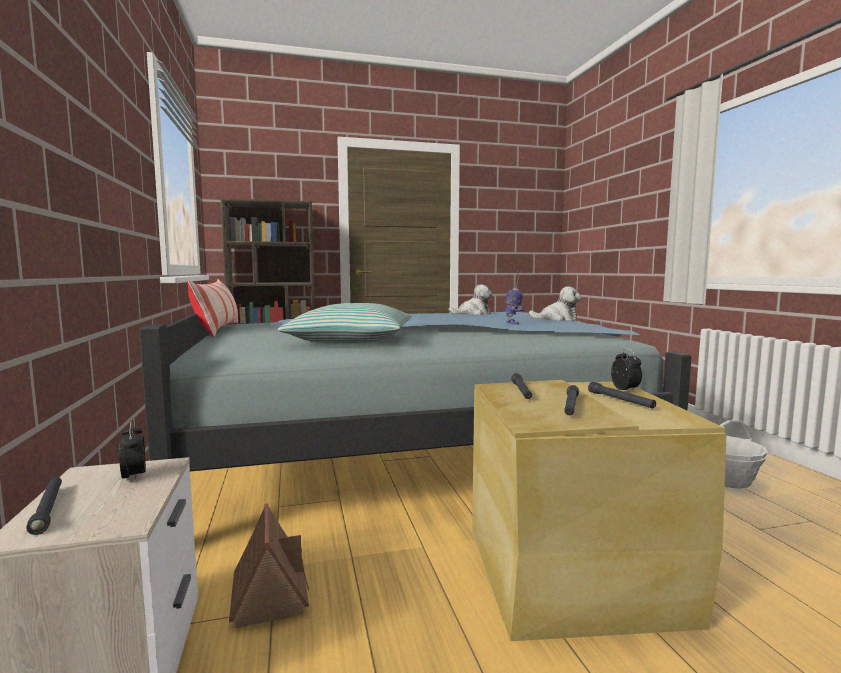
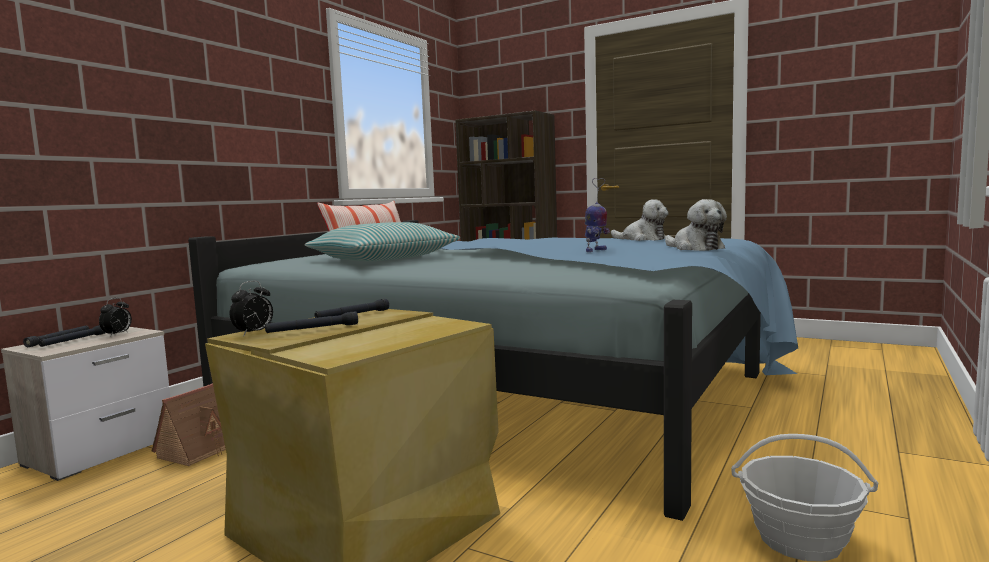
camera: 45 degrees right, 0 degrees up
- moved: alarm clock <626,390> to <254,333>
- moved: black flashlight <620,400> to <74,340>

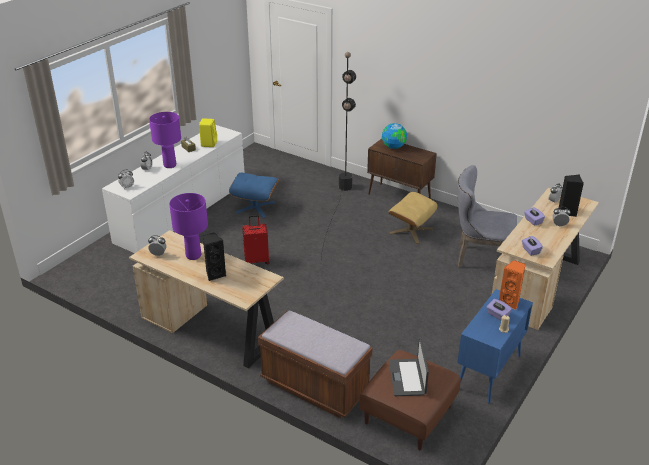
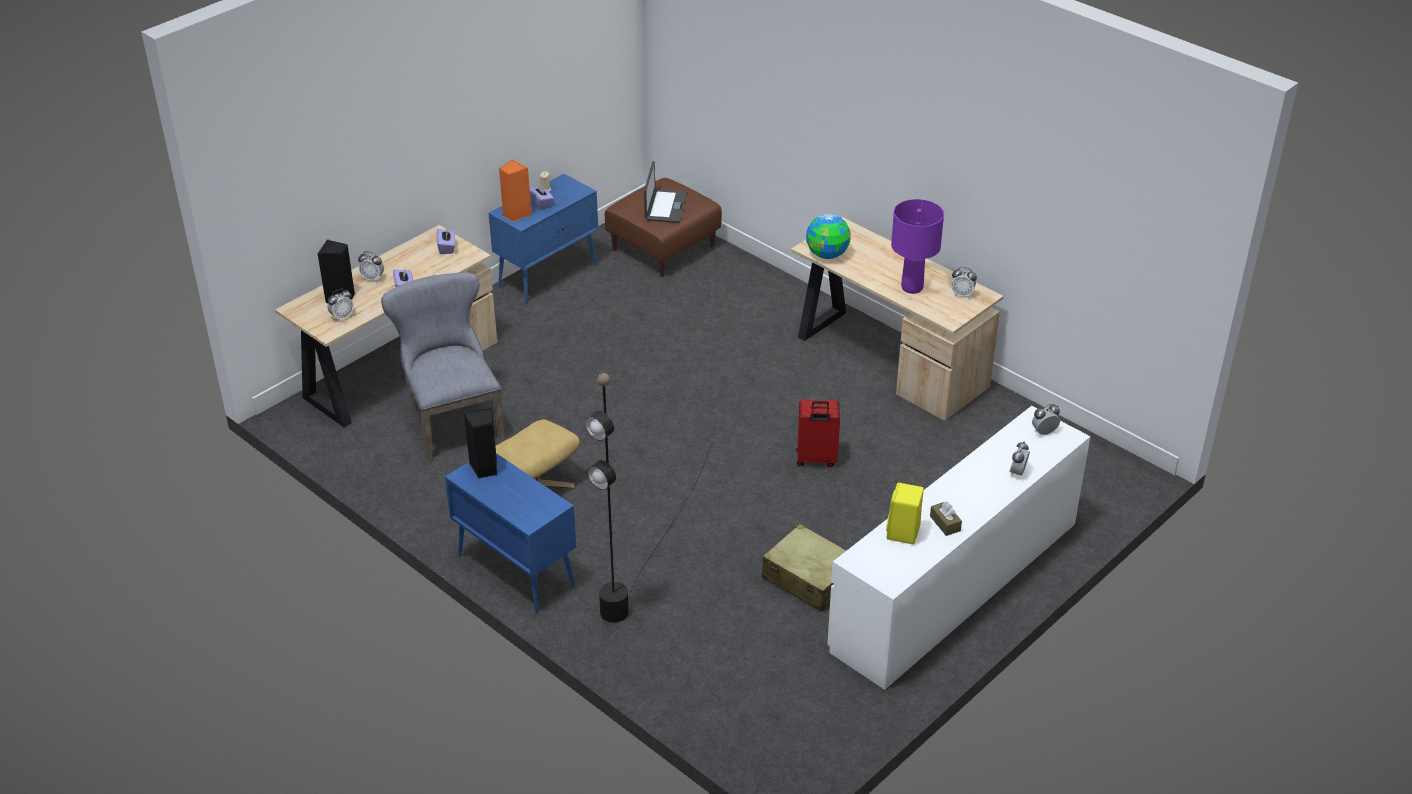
camera: 170 degrees left, 5 degrees up
- removed: purple table lamp <170,165>
- moved: globe <393,147> to <827,254>
- recoloured: brown cabinet <399,197> to blue cabinet <515,570>
- turned: grey chair <480,258> = <452,421> 135 degrees counterclockwise
- replaced: blue ottoman <255,207> to beige suitcase <809,578>
- moved: black speaker <215,274> to <484,468>
- removed: brown bench <314,387>

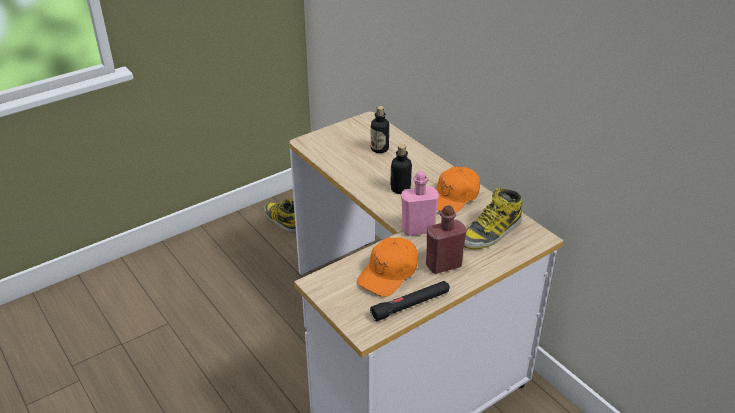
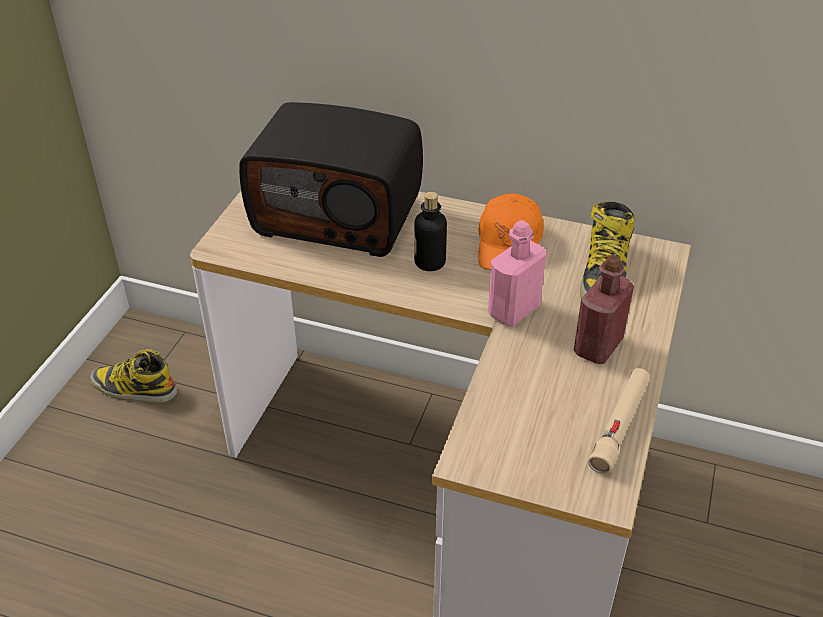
camera: 35 degrees left, 5 degrees up
- replaced: bottle <379,149> to radio <339,214>
- removed: orange cap <389,273>
- recoloured: black flashlight <411,305> to beige flashlight <620,425>

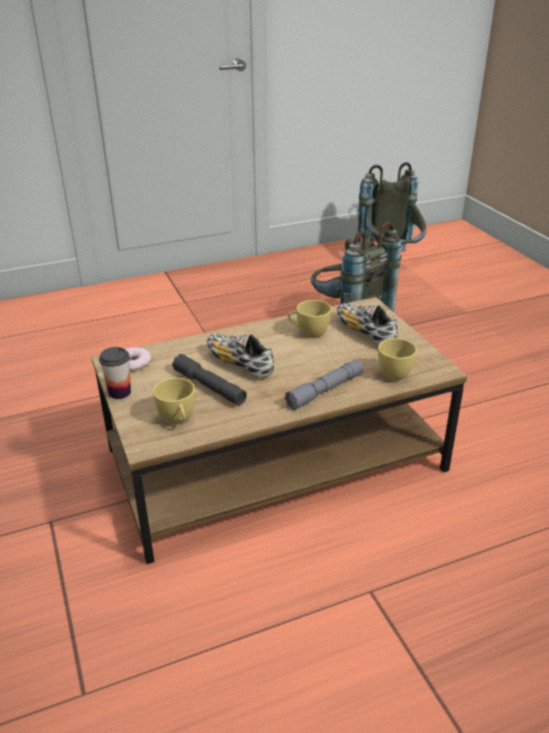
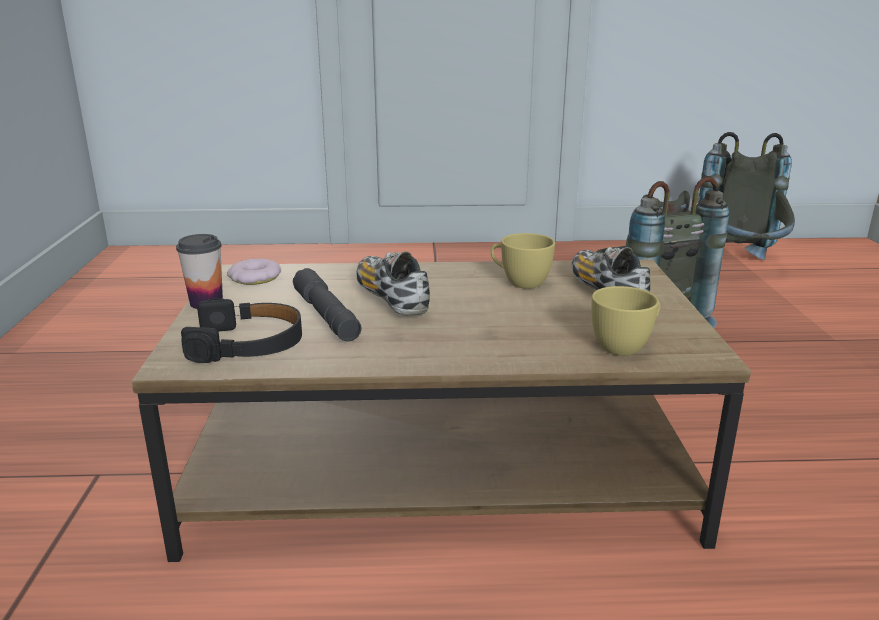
camera: 20 degrees right, 10 degrees down
- removed: grey flashlight <325,390>
- replaced: yellow cup <178,420> to black headphones <248,344>

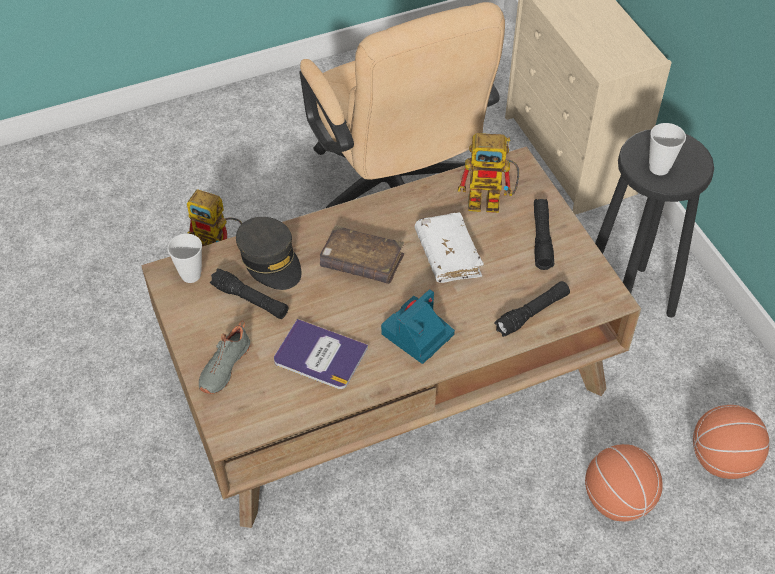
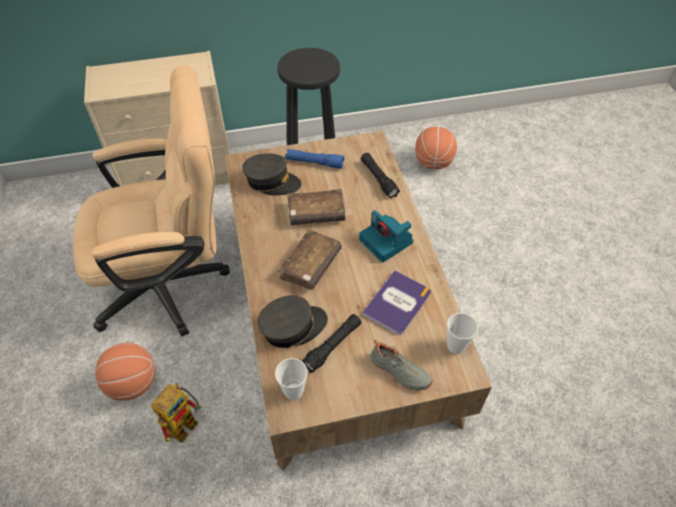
camera: 80 degrees left, 0 degrees up
- moved: cup <659,168> to <456,346>
- replaced: toy robot <491,201> to grey cap <272,181>
- recoloured: black flashlight <541,238> to blue flashlight <314,163>
- recoloured: white book <447,255> to brown book <316,213>
- moved: basketball <617,499> to <132,383>

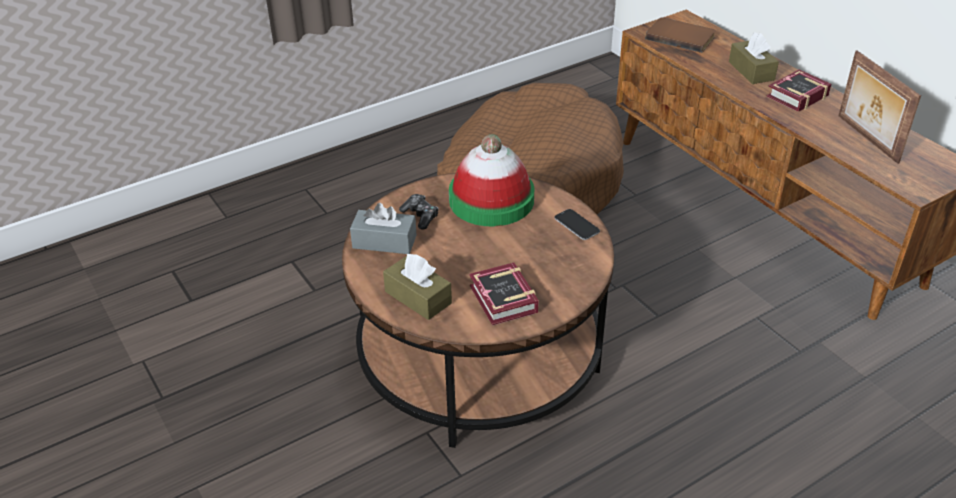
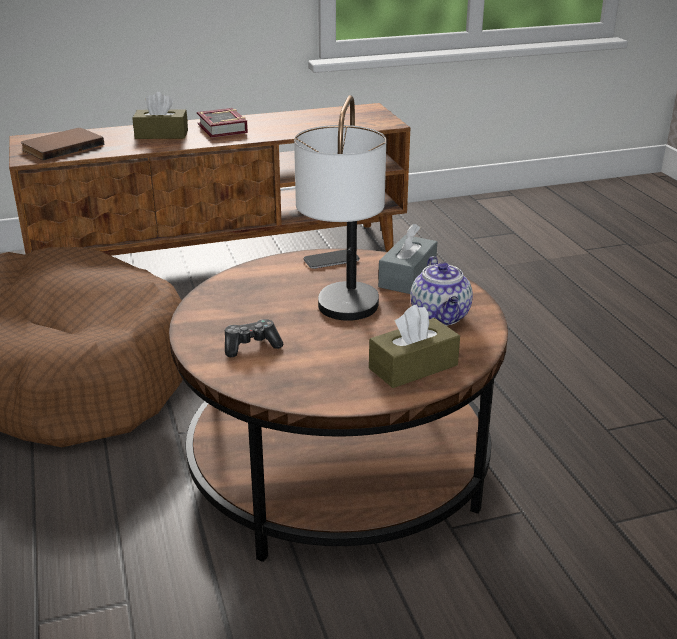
camera: 75 degrees left, 10 degrees down
- removed: picture frame <866,139>
- removed: hat <491,200>
- moved: grey tissue box <384,242> to <407,277>
- replaced: book <503,301> to teapot <441,317>
- added: table lamp <343,320>

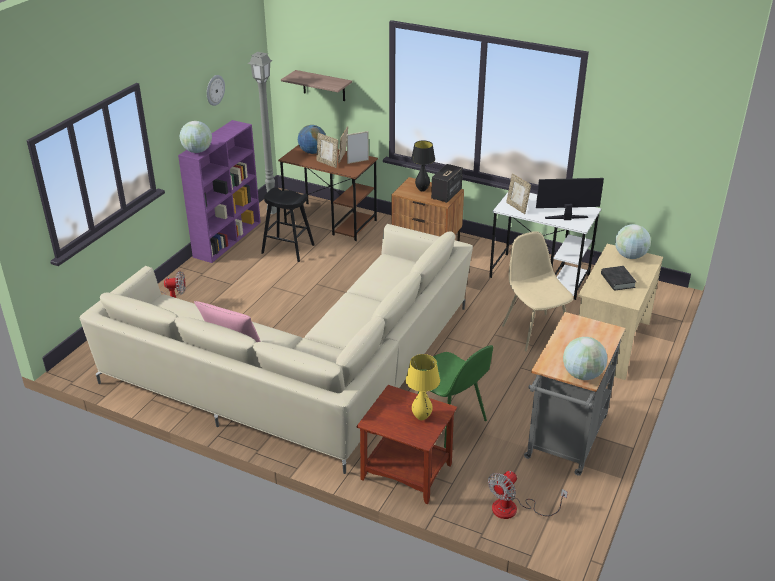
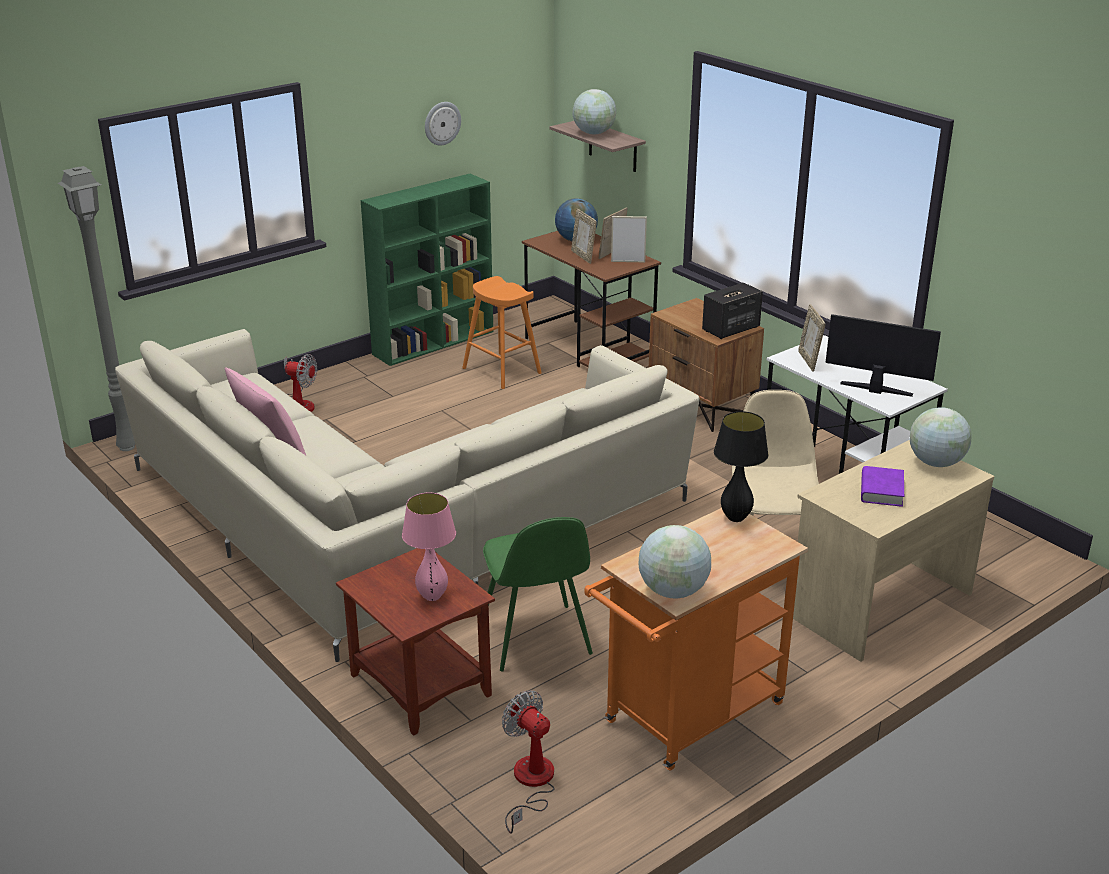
camera: 25 degrees right, 5 degrees down
- moved: grey floor lamp <271,212> to <125,447>
- recoloured: purple bookcase <228,239> to green bookcase <434,342>
- moved: globe <197,151> to <594,133>
- moved: black table lamp <422,190> to <736,518>
- recoloured: black stool <288,249> to orange stool <502,371>
- recoloured: black book <617,281> to purple book <881,491>
- recoloured: grey cart <564,442> to orange cart <686,719>
- recoloured: yellow table lamp <421,417> to pink table lamp <432,596>
- turned: fan <514,509> = <530,783> 75 degrees clockwise

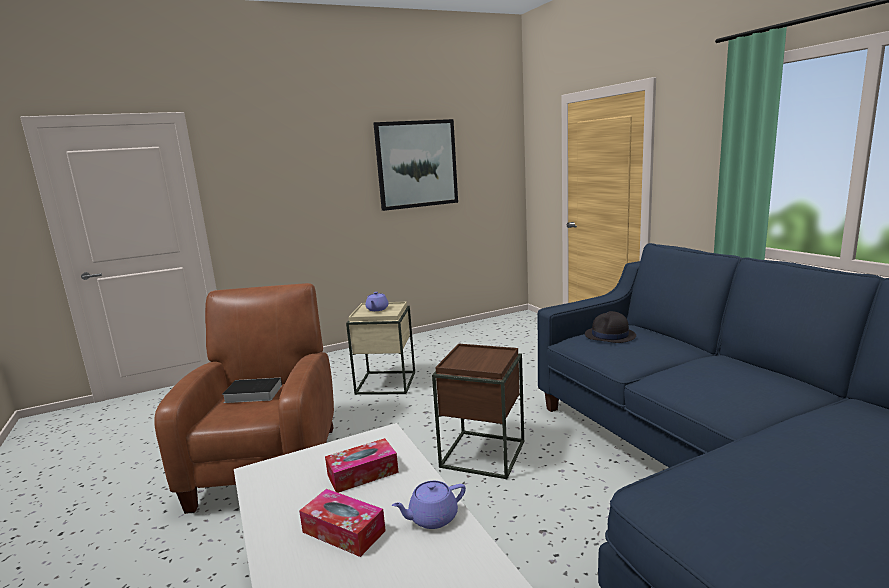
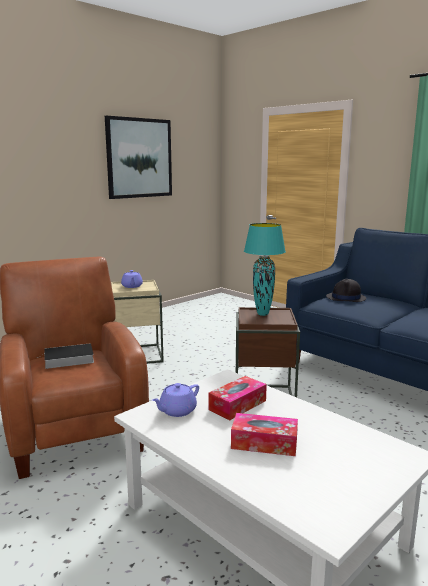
camera: 20 degrees left, 0 degrees up
- moved: purple teapot <432,518> to <177,411>
- added: turquoise table lamp <263,314>

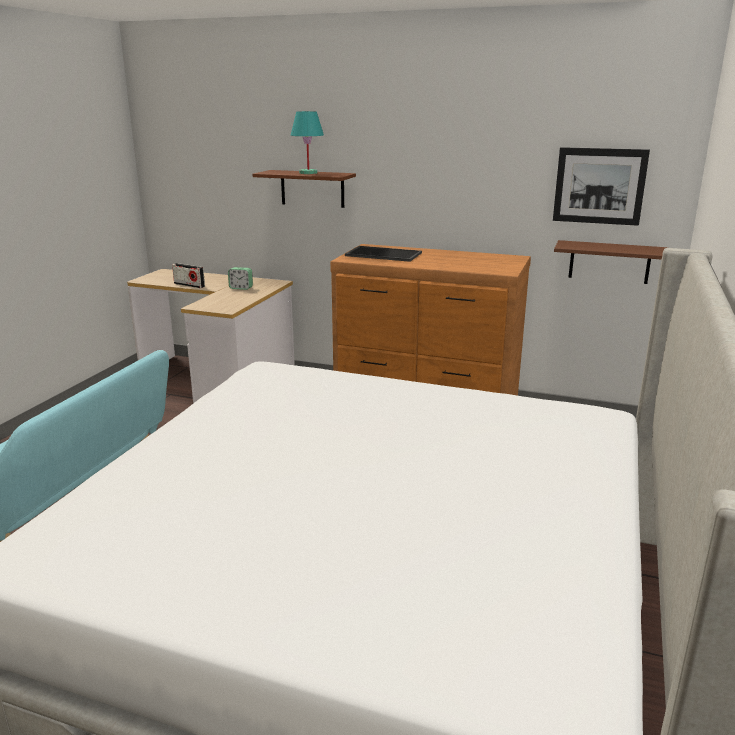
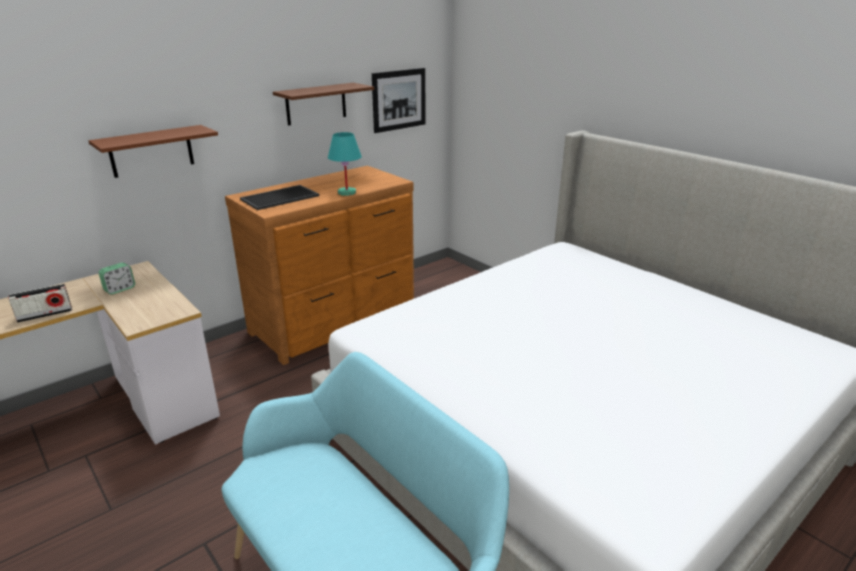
camera: 60 degrees left, 5 degrees up
- moved: turquoise table lamp <308,173> to <347,193>
- moved: brown shelf <609,262> to <316,104>

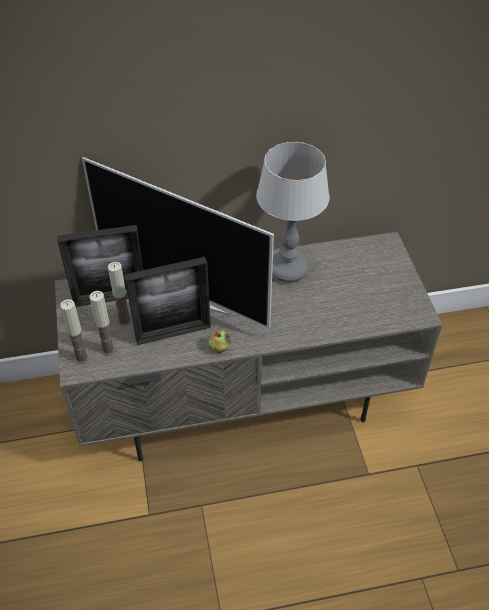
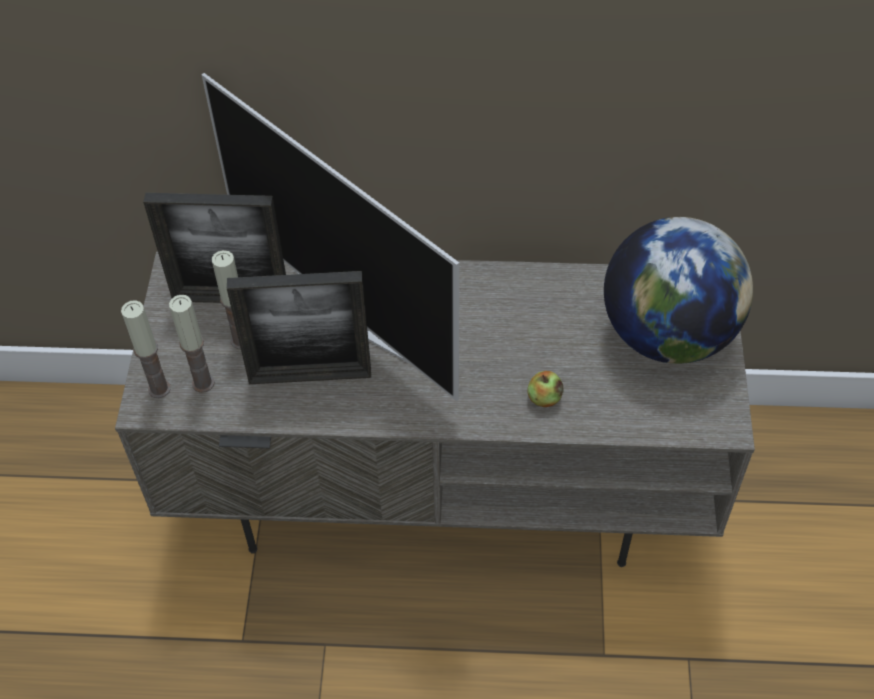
camera: 15 degrees right, 5 degrees up
- removed: table lamp <288,270>
- moved: apple <219,347> to <544,398>
- added: globe <667,334>

